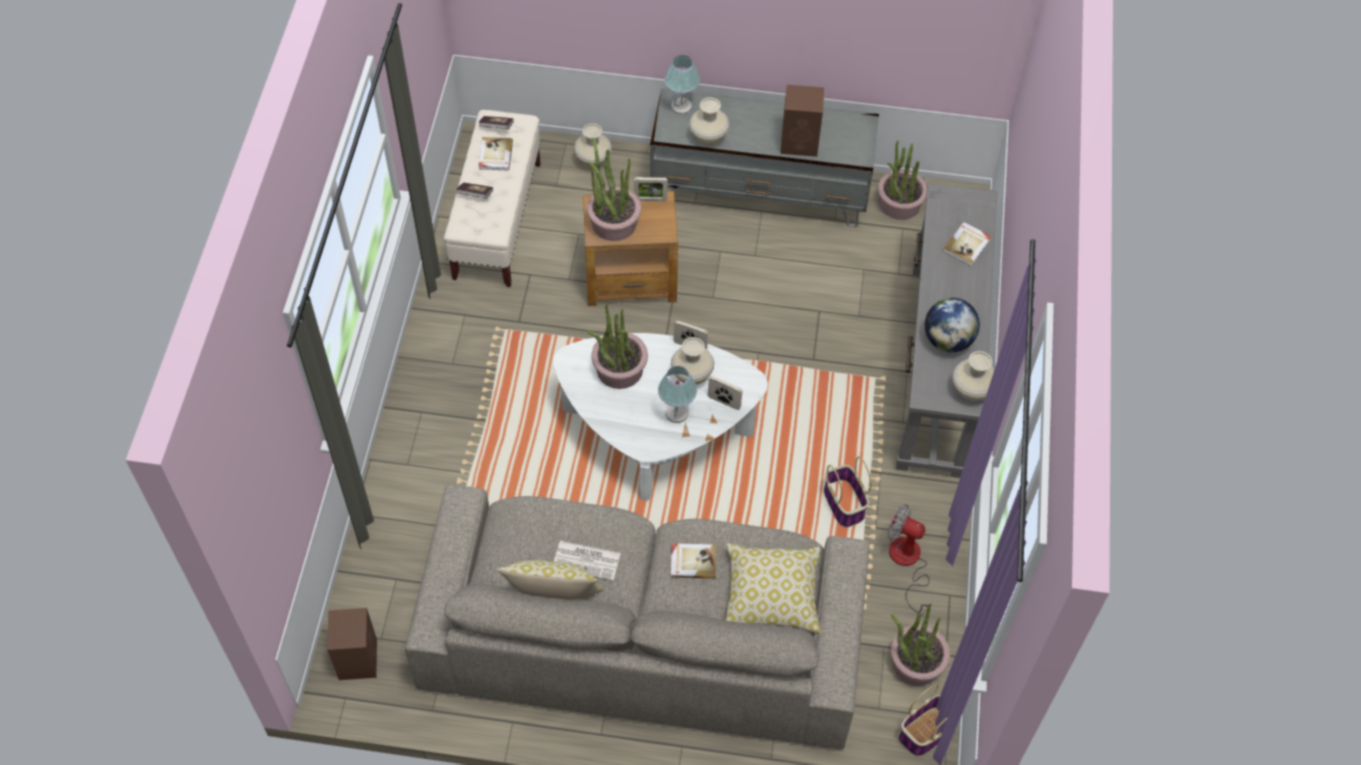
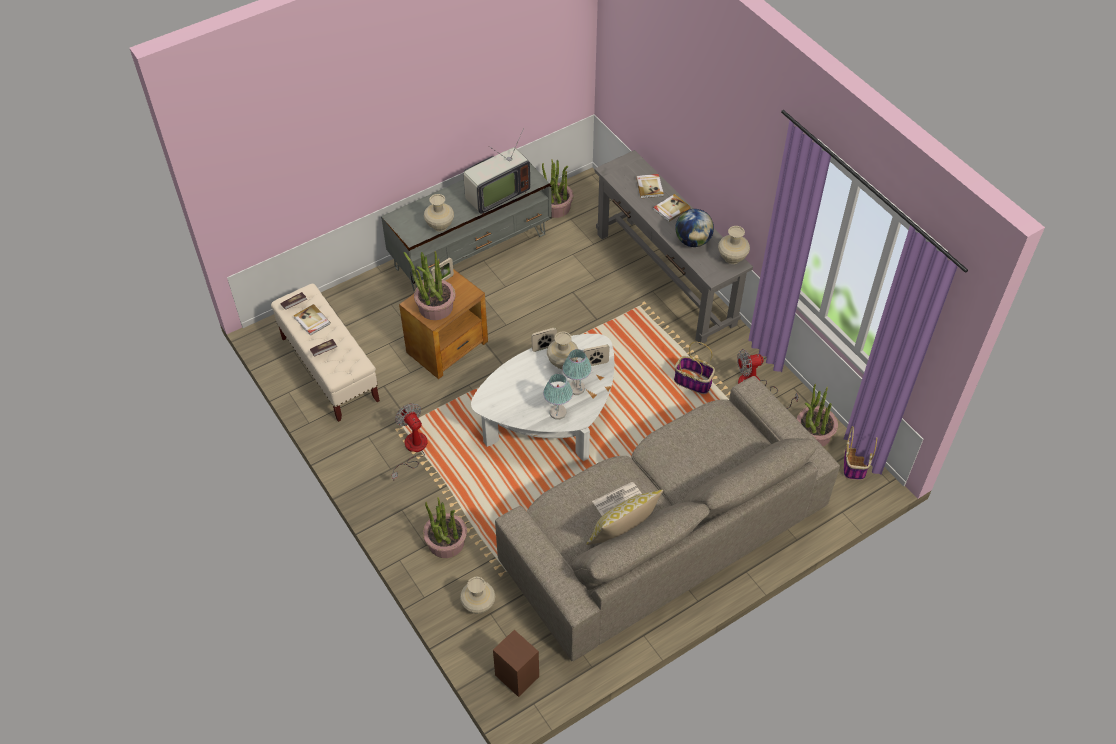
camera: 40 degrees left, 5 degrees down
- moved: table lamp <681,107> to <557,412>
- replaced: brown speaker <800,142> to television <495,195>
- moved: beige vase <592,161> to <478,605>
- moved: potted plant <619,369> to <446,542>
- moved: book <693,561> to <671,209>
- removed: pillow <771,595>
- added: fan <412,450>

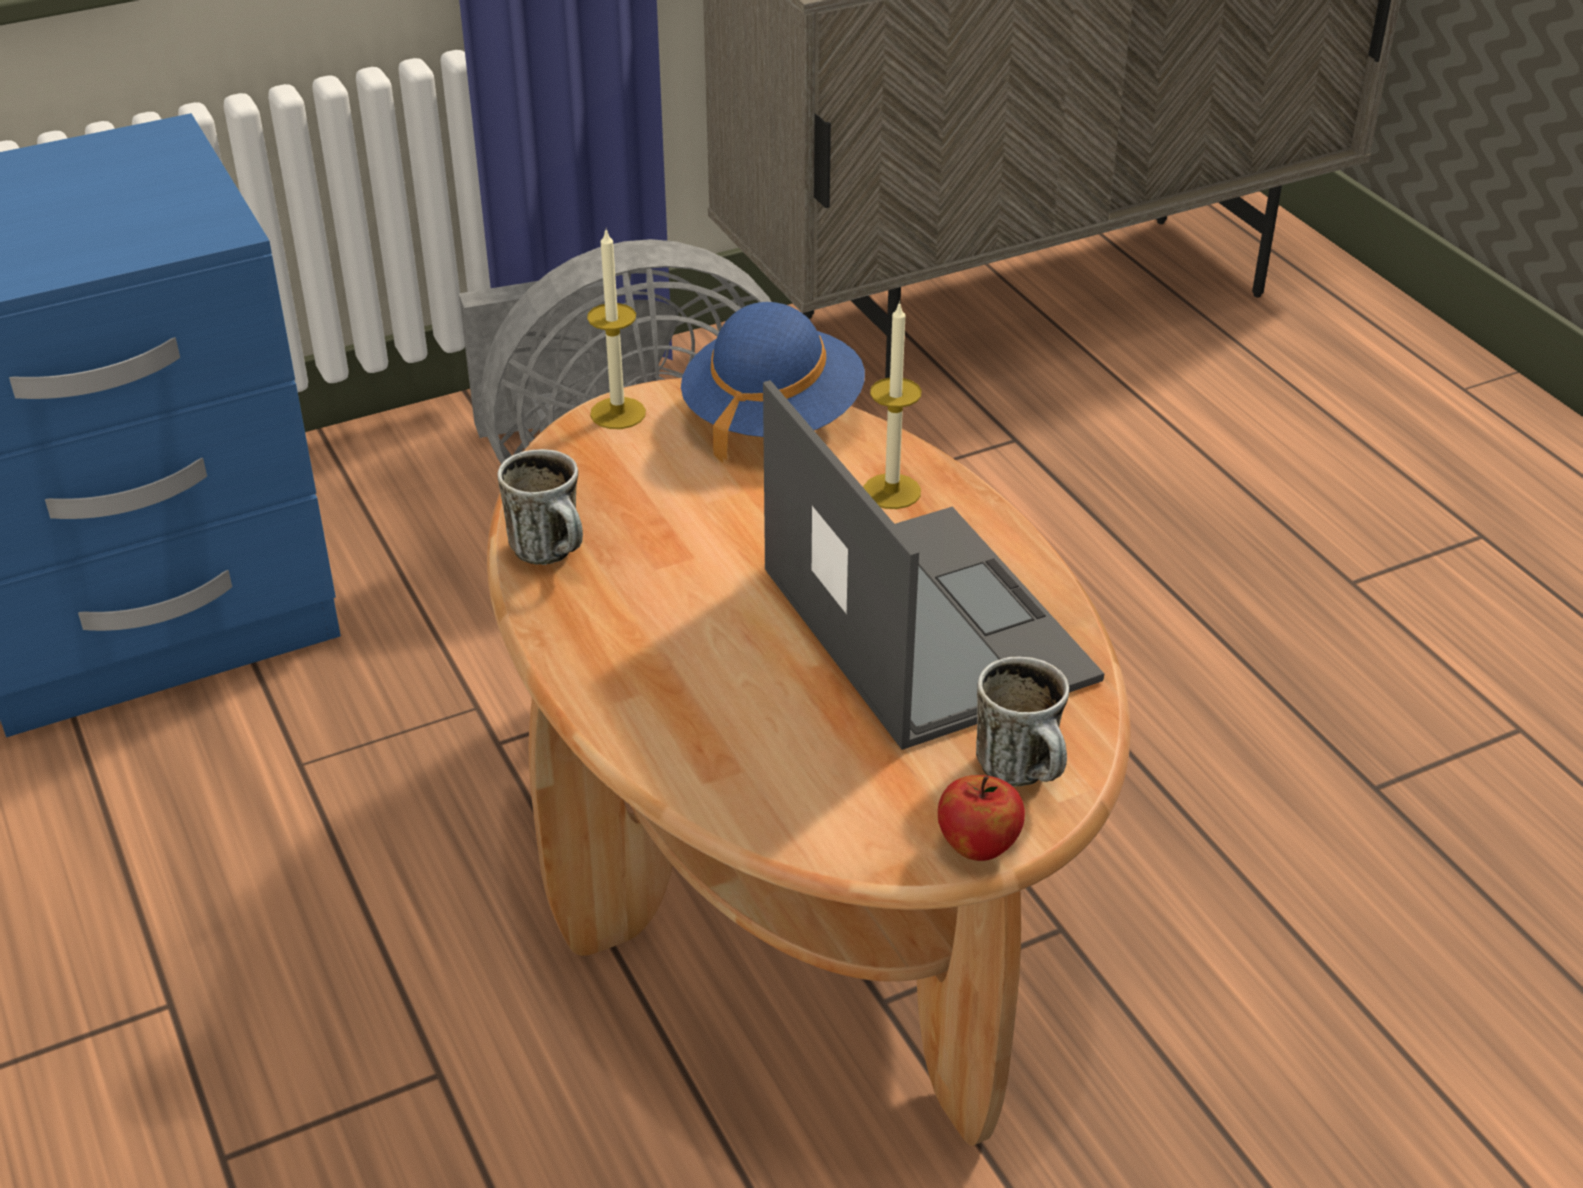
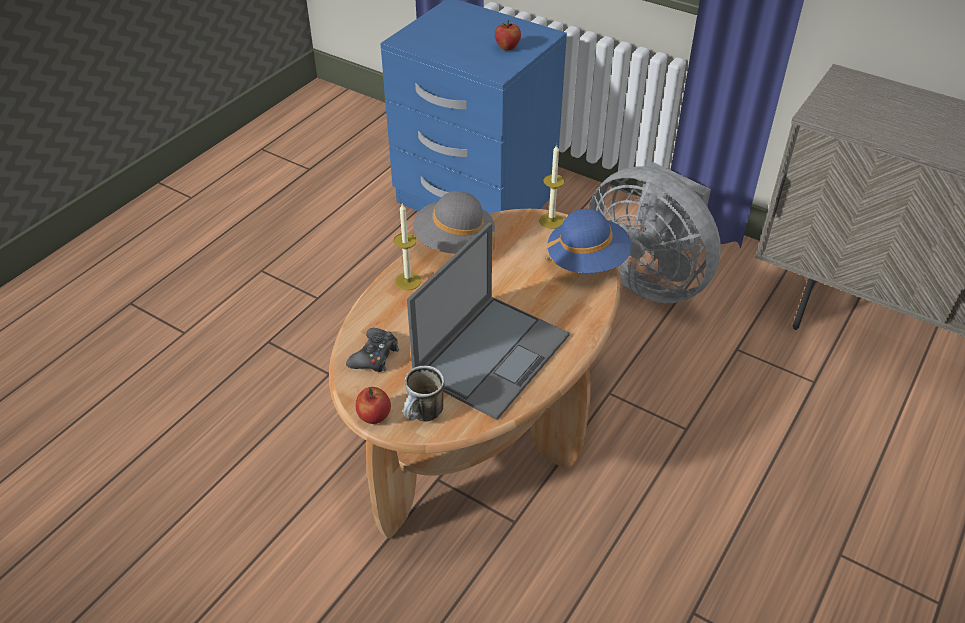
camera: 60 degrees right, 5 degrees up
- moved: candle <891,491> to <408,281>
- replaced: mug <554,554> to grey hat <454,242>
- added: apple <507,47>
- added: black game controller <375,356>

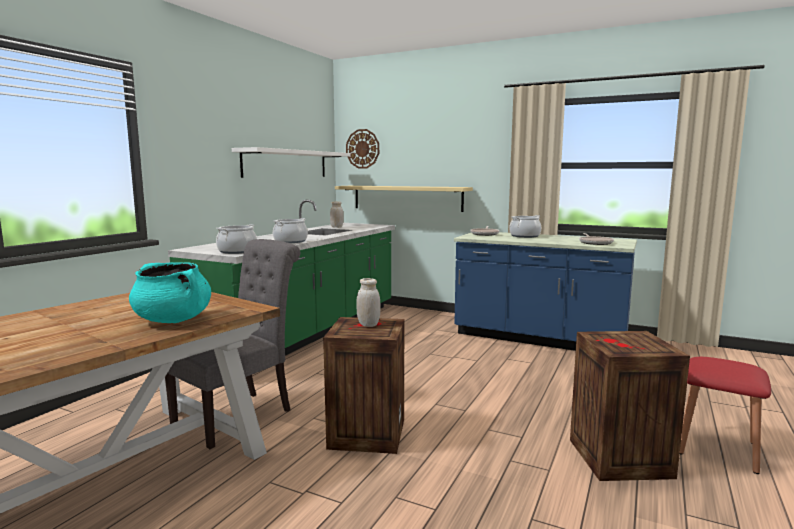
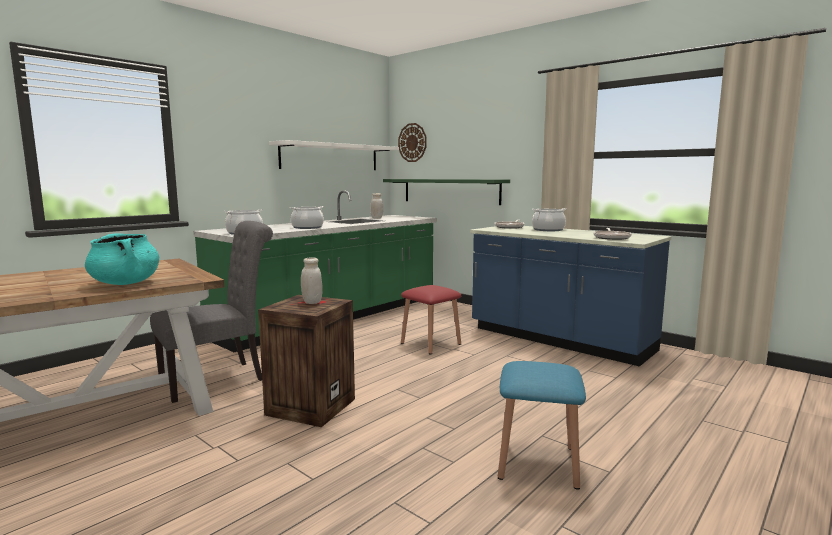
camera: 15 degrees right, 0 degrees up
- recoloured: beige shelf <407,198> to green shelf <450,191>
- replaced: crate <618,459> to blue stool <537,462>
- moved: red stool <717,448> to <430,344>

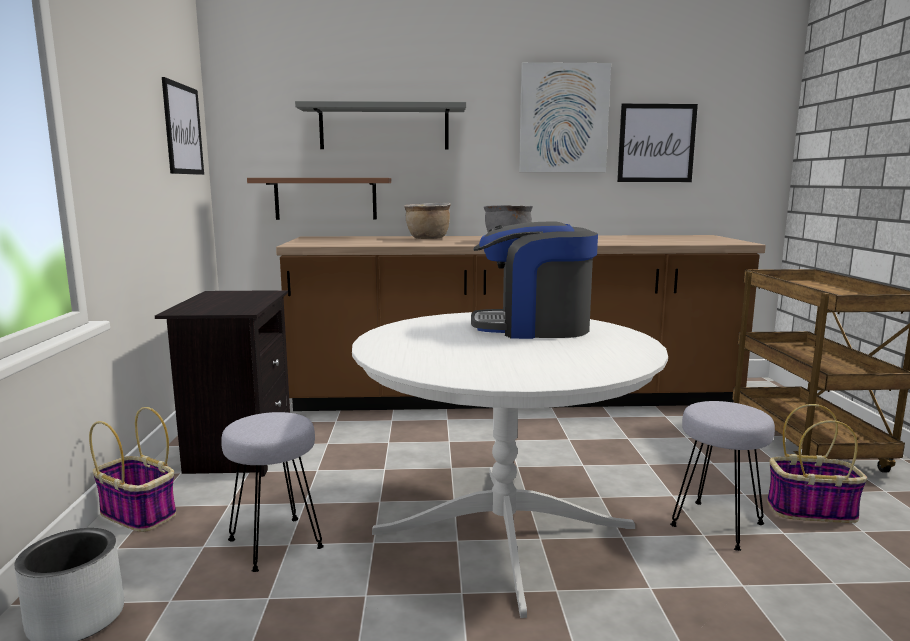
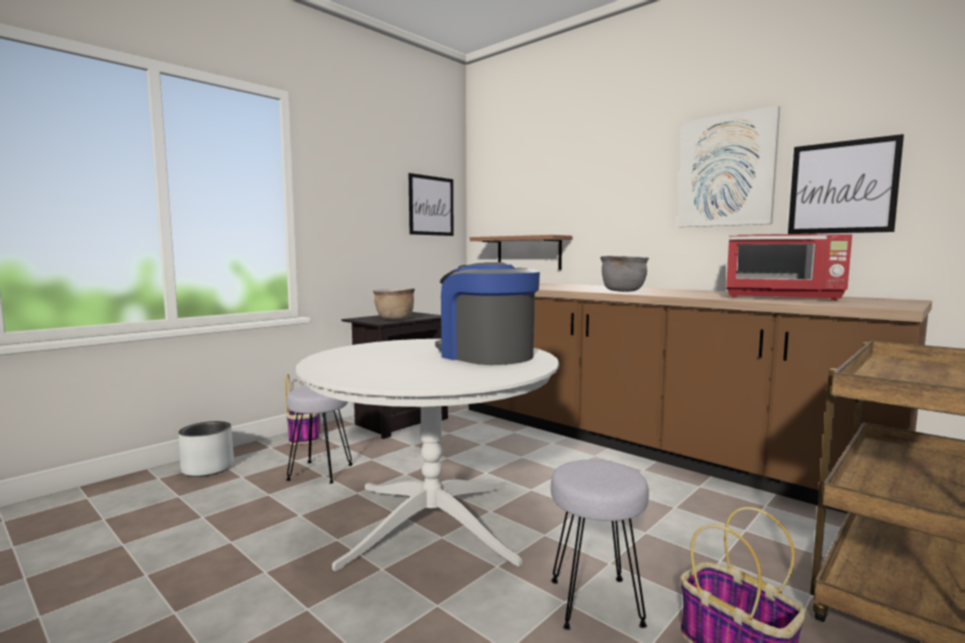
camera: 45 degrees right, 5 degrees down
- removed: grey shelf <384,127>
- moved: brown cooking pot <428,239> to <394,319>
- added: red microwave <782,297>

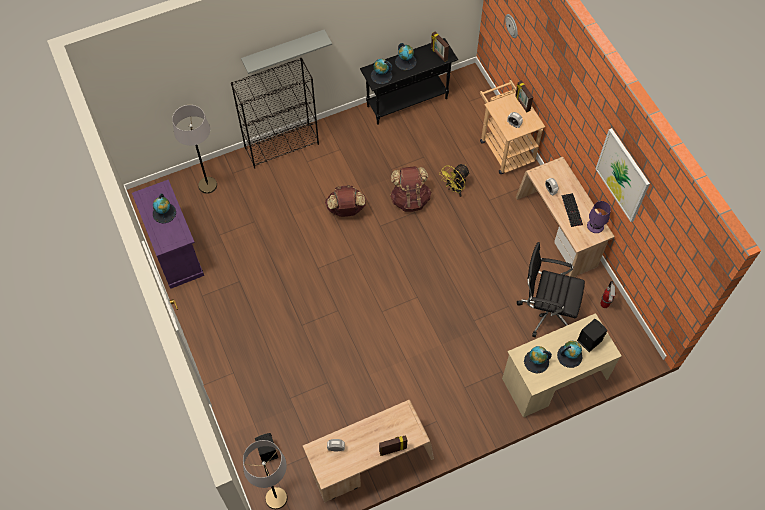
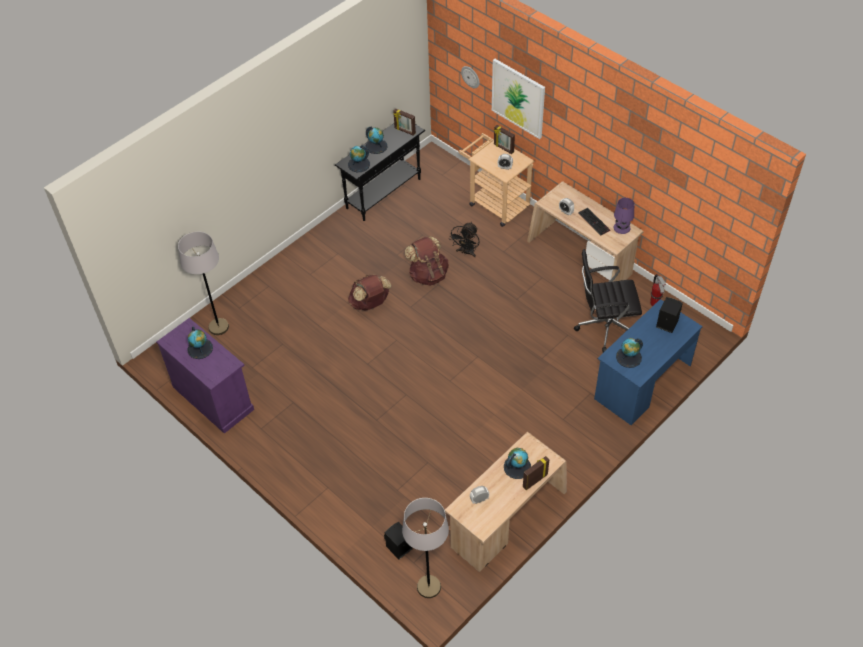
camera: 20 degrees left, 10 degrees down
- removed: grey shelf <283,50>
- removed: black bookcase <282,146>
- moved: picture <622,175> to <518,98>
- recoloured: yellow fan <454,189> to black fan <466,252>
- recoloured: beige desk <554,379> to blue desk <642,382>
- moved: globe <569,356> to <517,467>

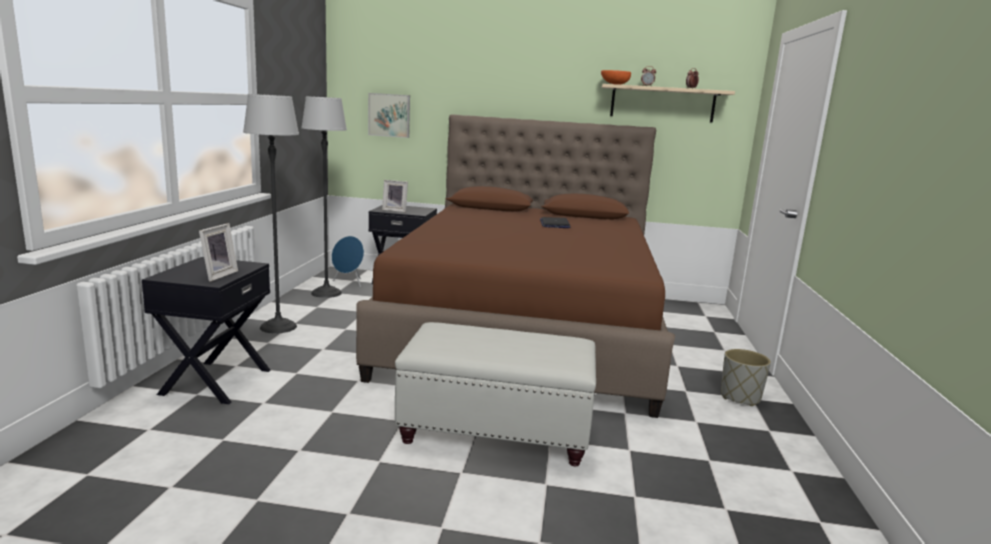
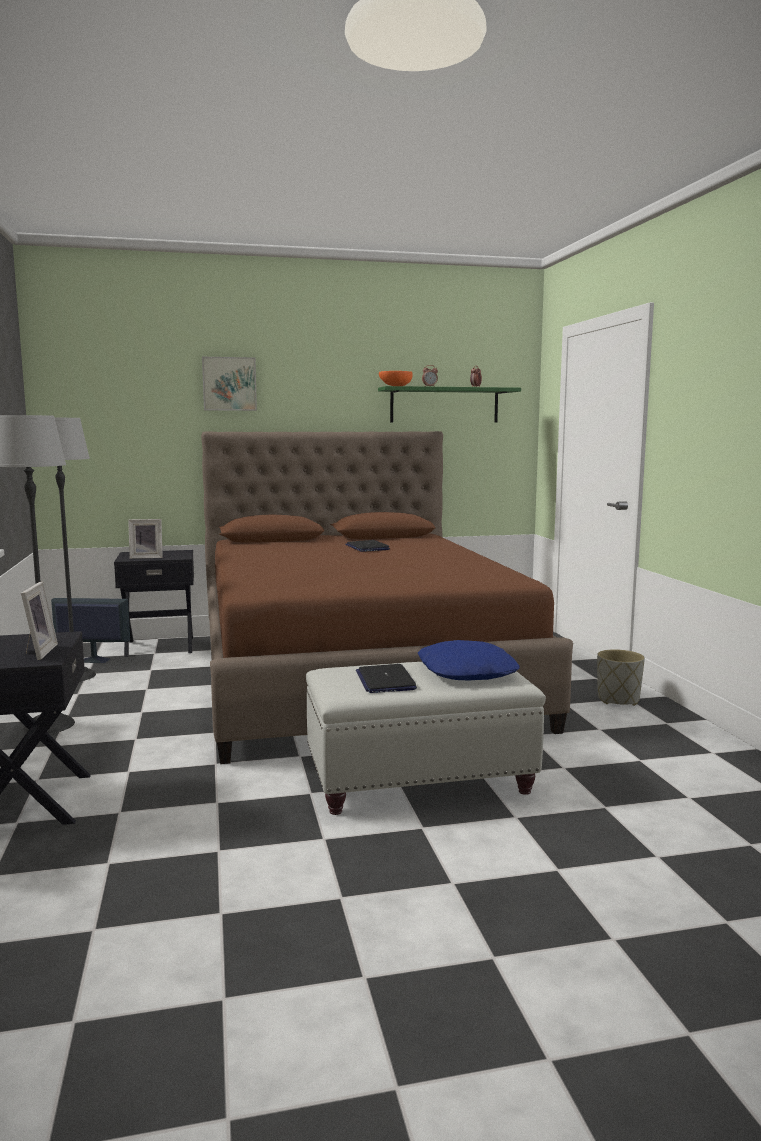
camera: 20 degrees left, 5 degrees down
- recoloured: beige shelf <662,103> to green shelf <444,405>
- moved: picture <389,115> to <229,384>
- replaced: blue speaker <349,283> to monitor <93,660>
- added: blue pillow <467,672>
- added: laptop <385,680>

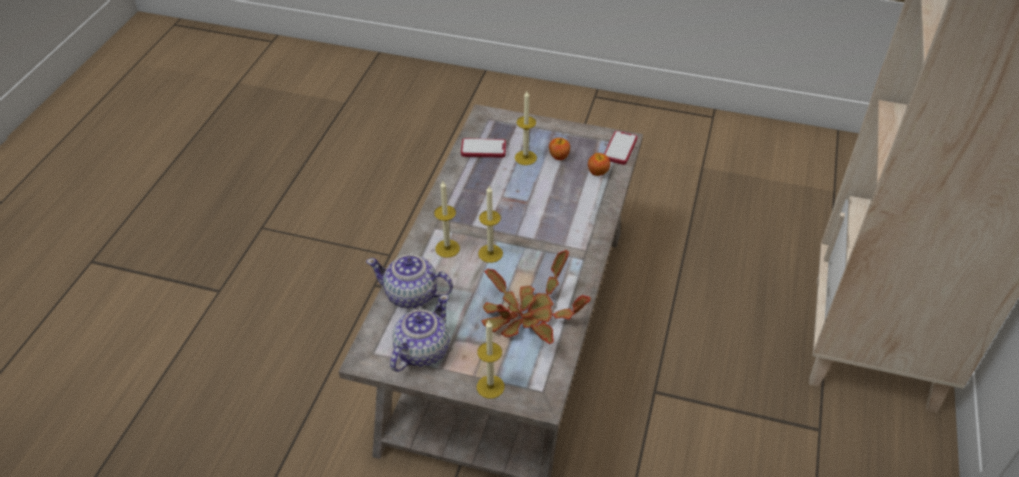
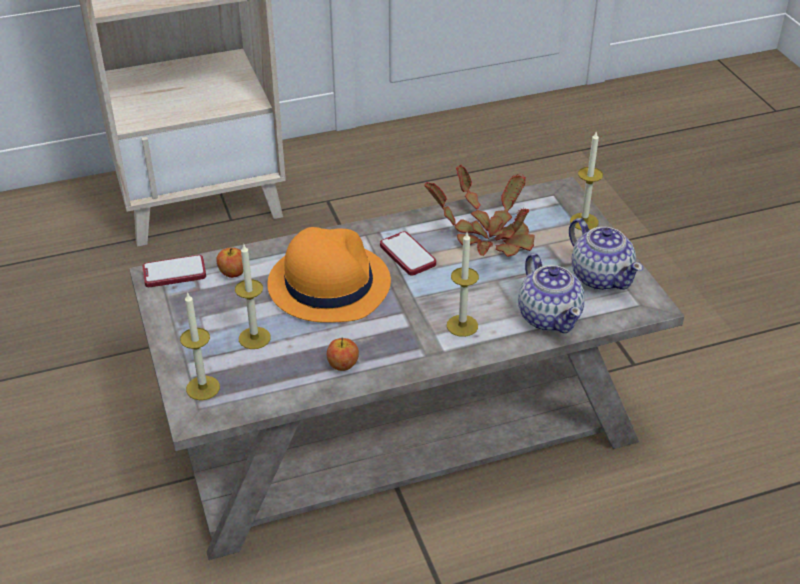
camera: 125 degrees left, 5 degrees down
- moved: phone <483,149> to <407,255>
- moved: apple <559,156> to <343,365>
- moved: candle <490,253> to <203,388>
- turned: teapot <421,351> = <600,276> 120 degrees counterclockwise
- added: orange hat <328,283>

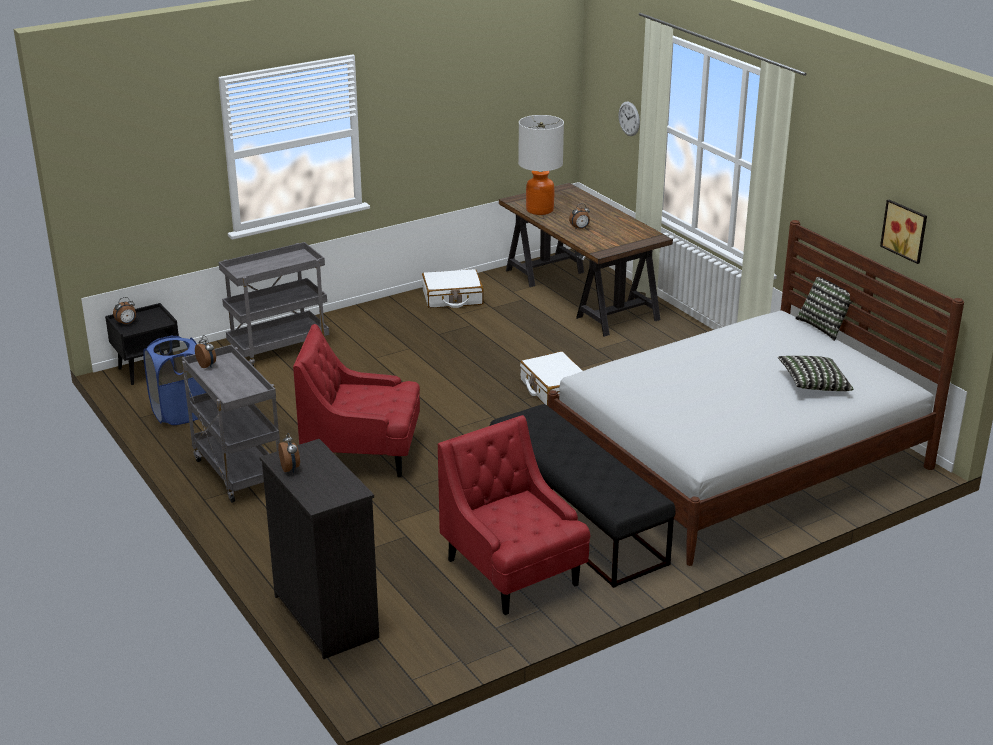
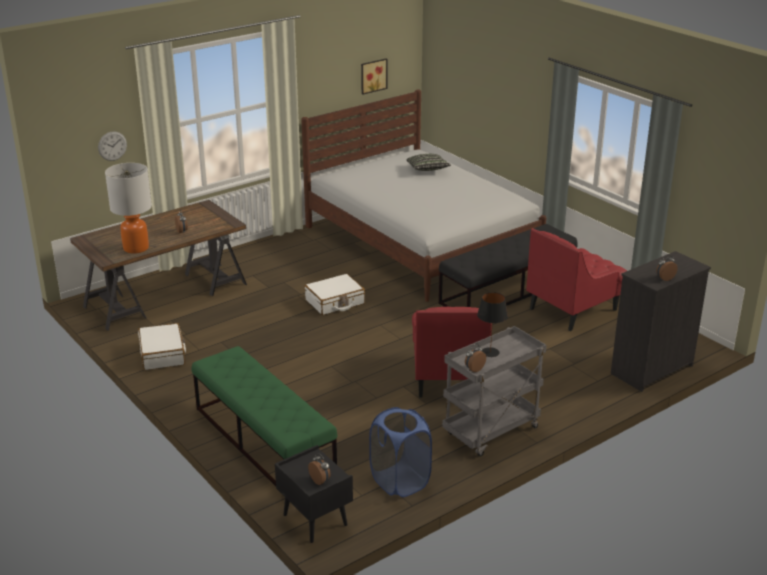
camera: 95 degrees left, 0 degrees up
- replaced: grey cart <279,348> to green bench <263,441>
- removed: pillow <824,326>
- added: black table lamp <490,352>

